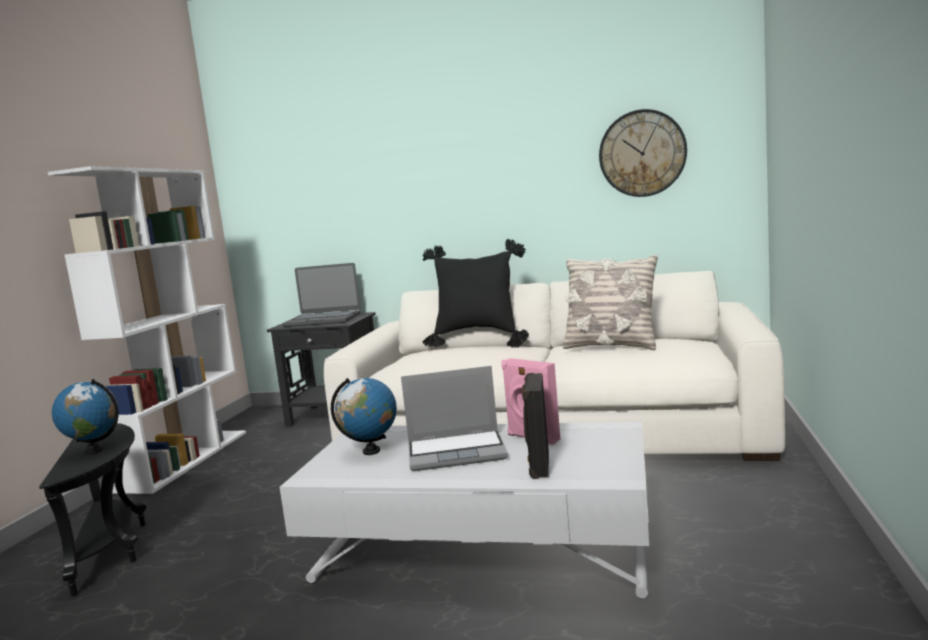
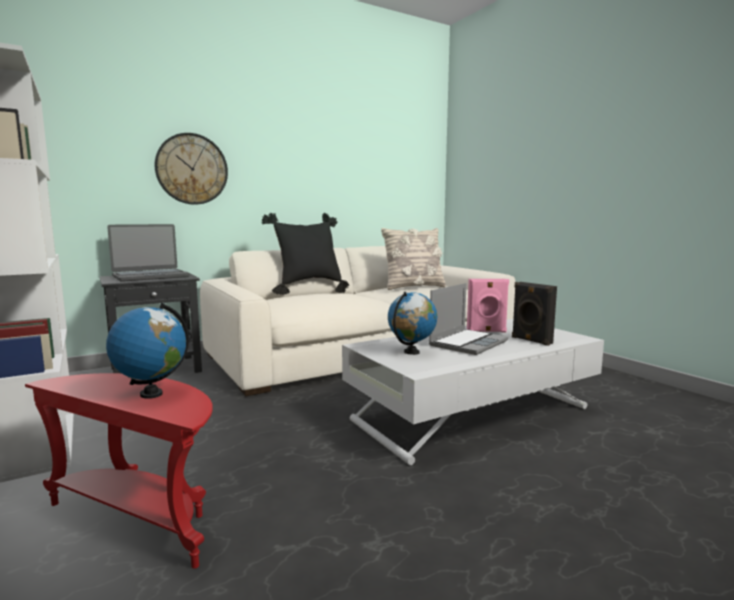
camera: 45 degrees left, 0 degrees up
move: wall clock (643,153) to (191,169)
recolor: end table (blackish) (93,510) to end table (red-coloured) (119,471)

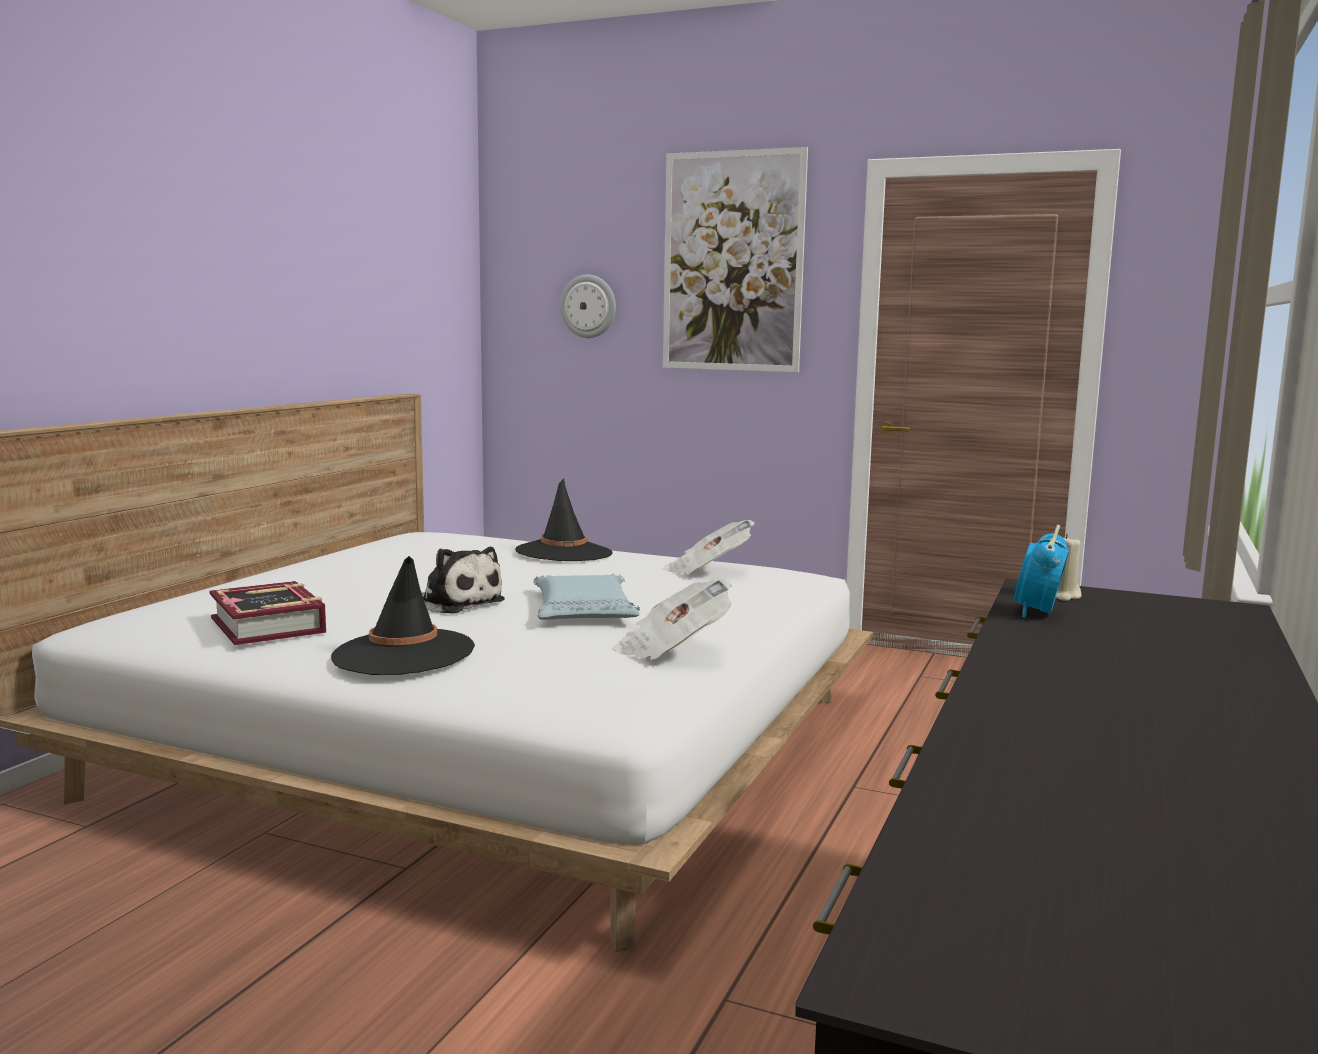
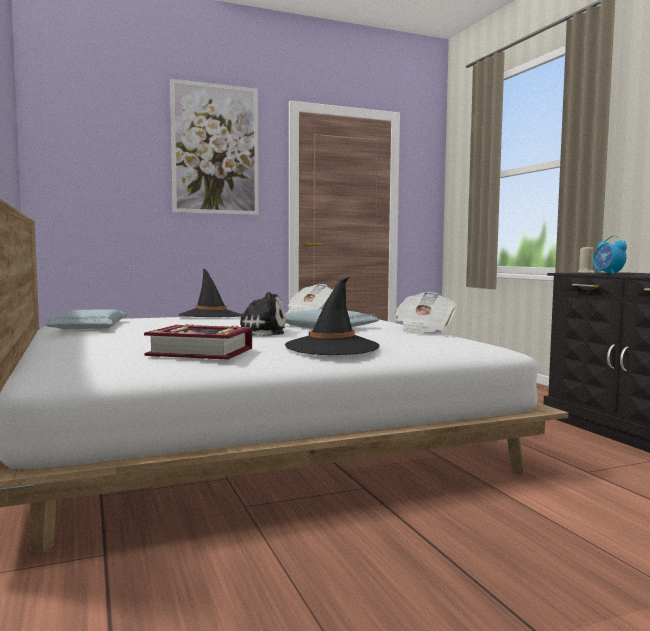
camera: 45 degrees left, 5 degrees down
delete: wall clock (588,306)
insert: cushion (bluish) (86,319)

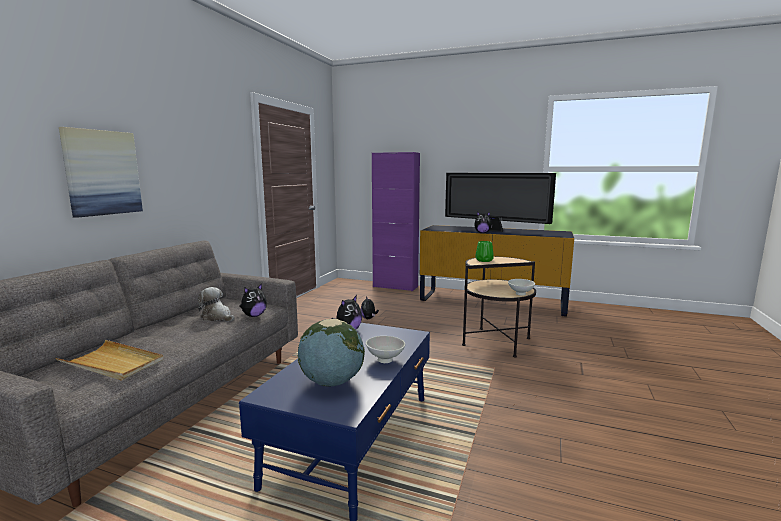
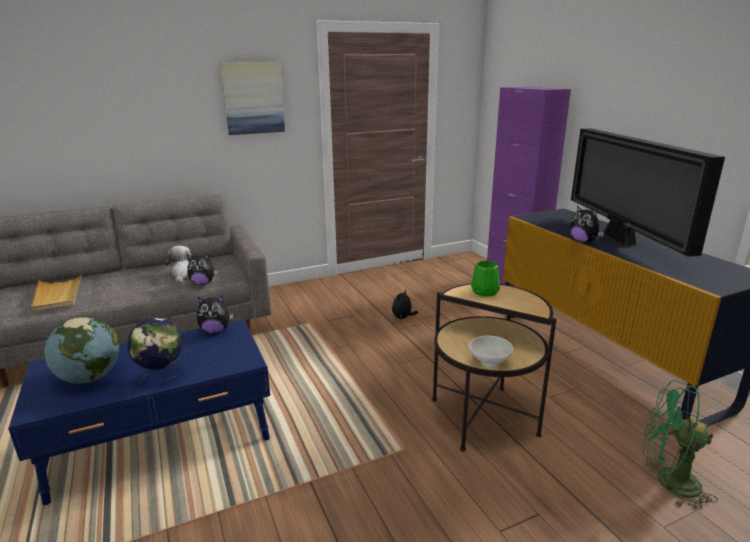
camera: 45 degrees right, 10 degrees up
insert: cooling fan (green) (680,445)
move: wall picture (101,172) to (253,99)
replace: deep dish (whitish) (385,349) to desk globe (155,351)

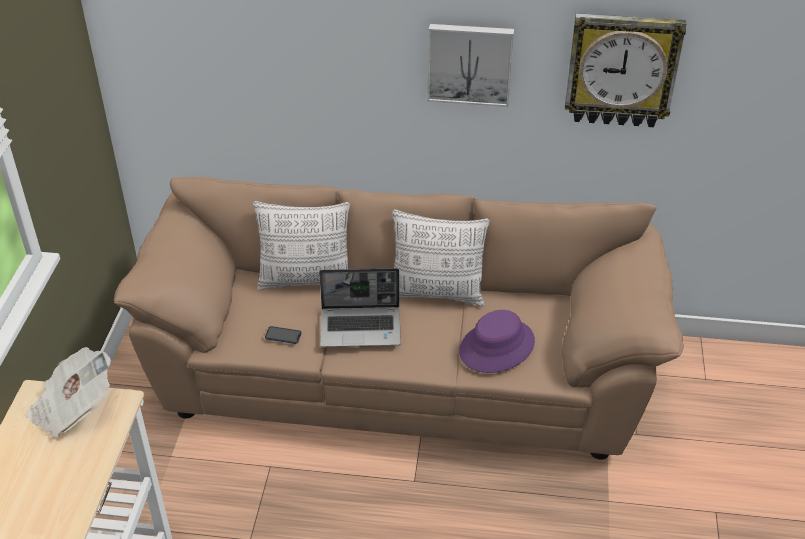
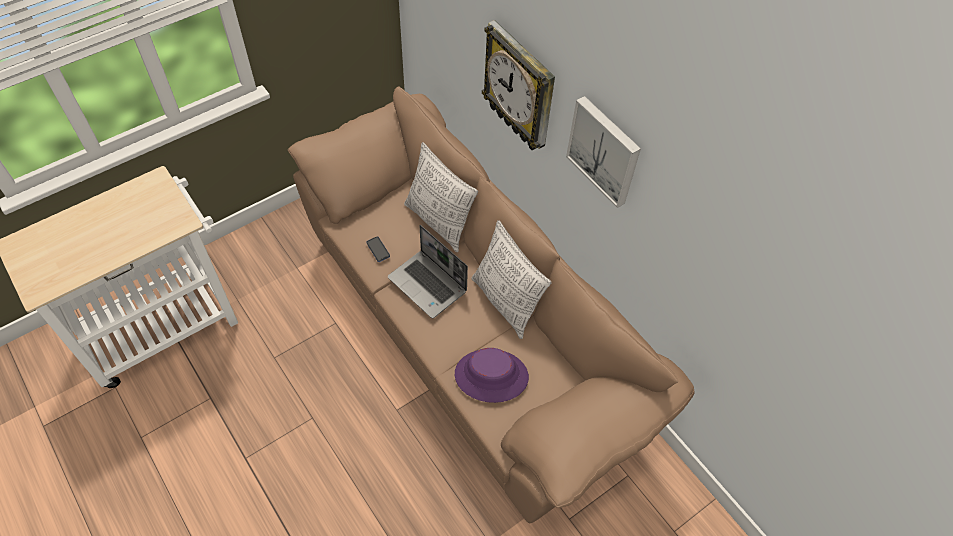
camera: 45 degrees right, 15 degrees up
delete: printed paper (68,393)
move: wall clock (625,70) to (518,85)

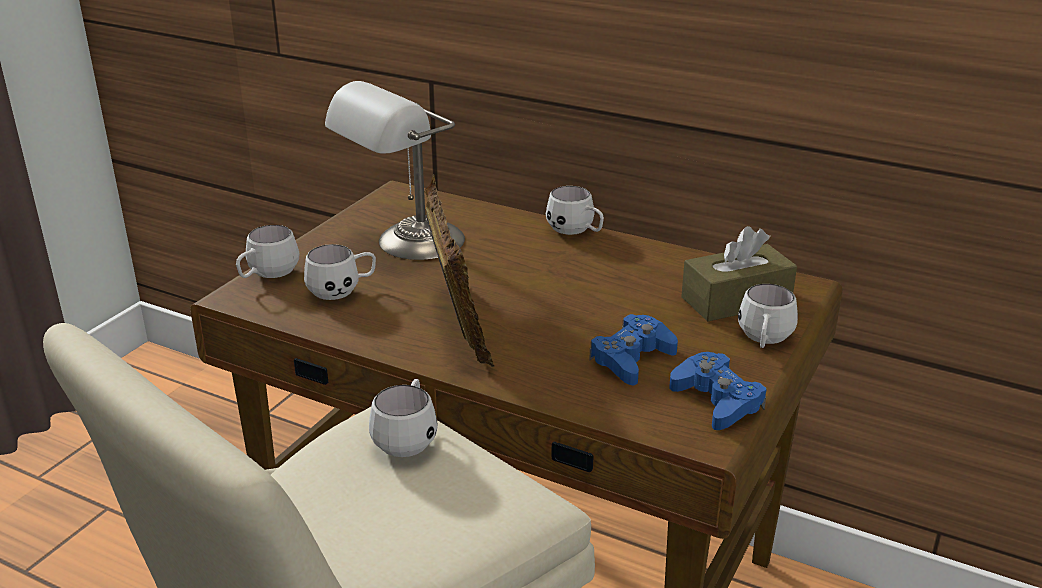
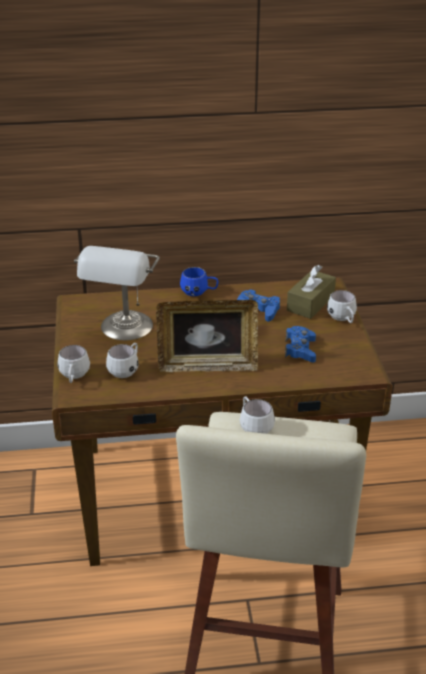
camera: 35 degrees left, 5 degrees up
move: game controller (bluish) (718,391) to (258,305)
recolor: mug (whitish) (575,210) to mug (bluish) (199,281)
rotate: standing frame (459,270) = (207,336) 135 degrees clockwise

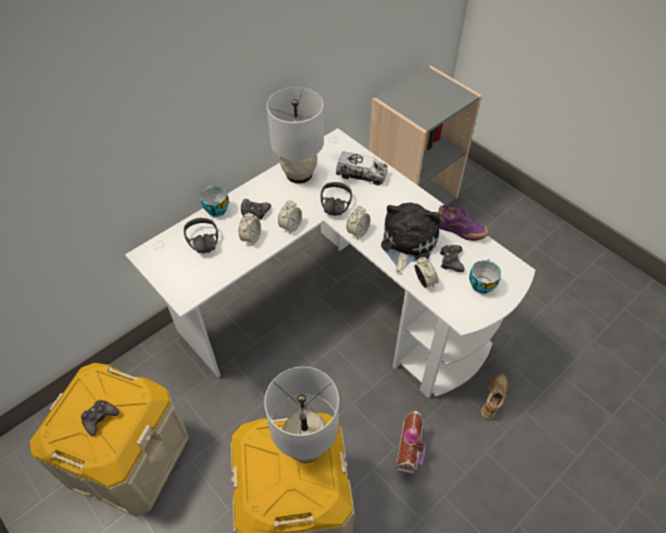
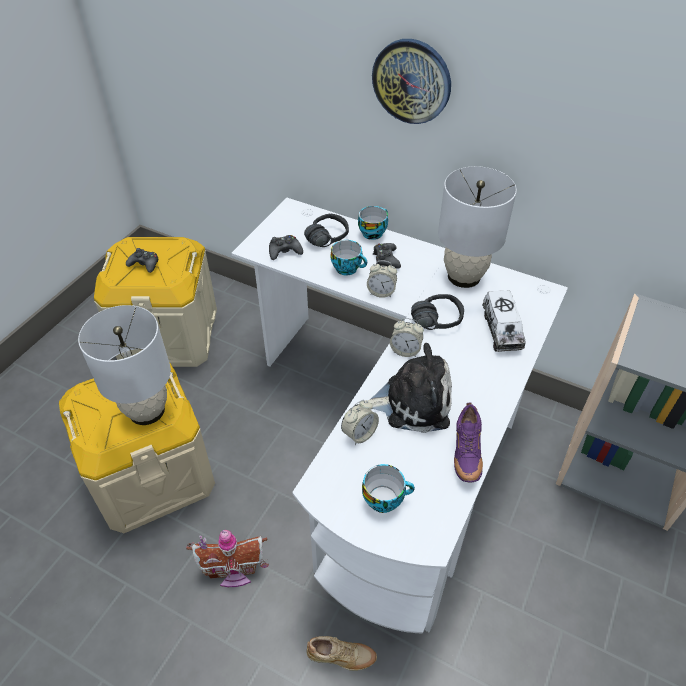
camera: 70 degrees right, 5 degrees down
insert: wall clock (411,81)
move: game controller (blackish) (452,258) to (286,247)
replace: alarm clock (250,229) to cup (348,258)

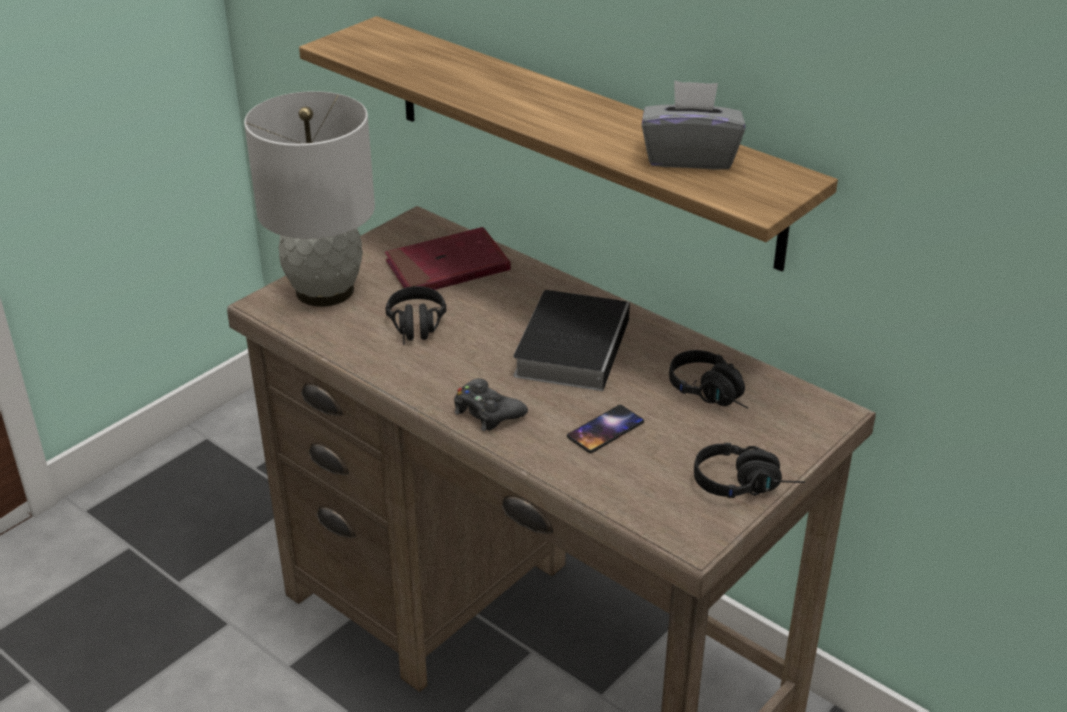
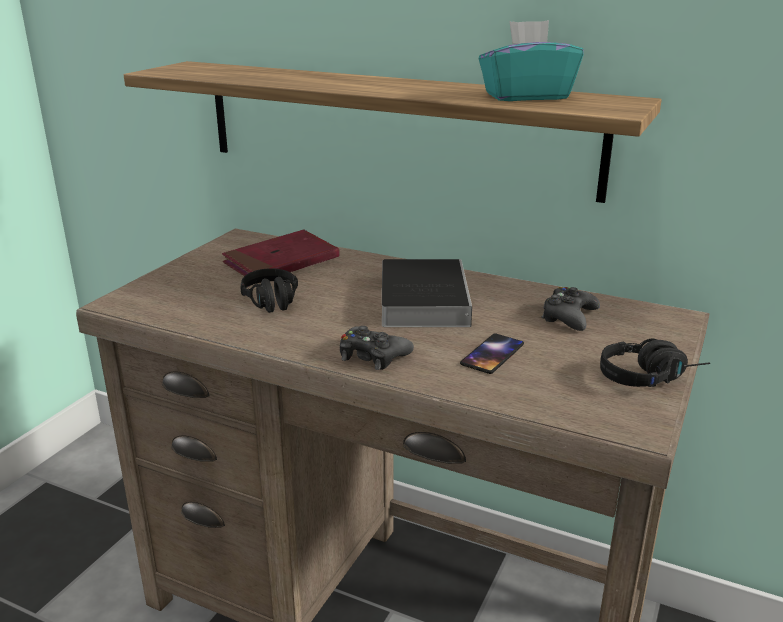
camera: 15 degrees left, 10 degrees down
delete: tabletop lamp (whitish) (309,199)
replace: pair of headphones (blackish) (708,379) to game controller (blackish) (570,309)
recolor: tissue holder (greyish) (693,125) to tissue holder (turquoise) (531,60)

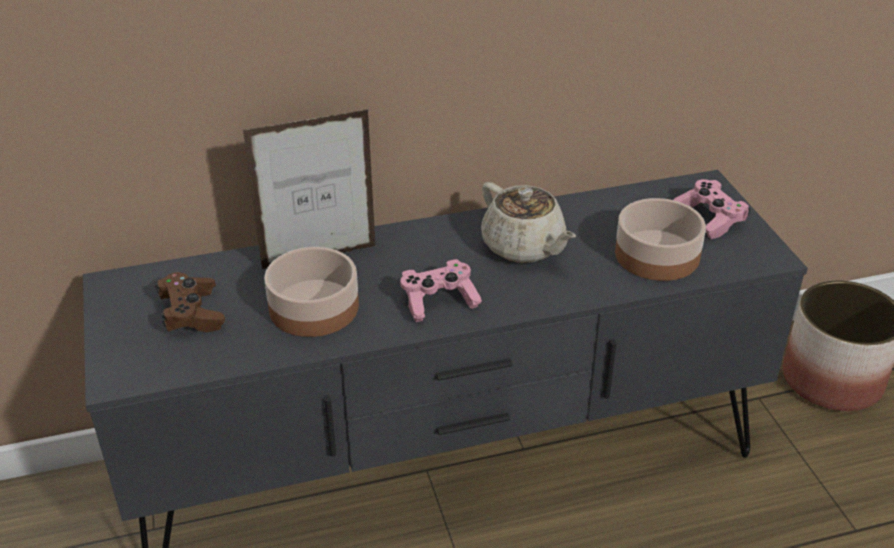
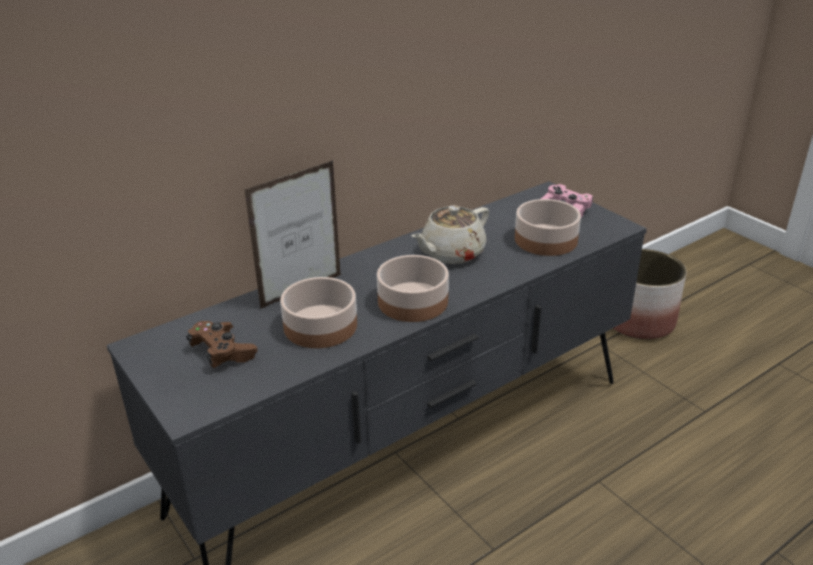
camera: 20 degrees left, 5 degrees down
replace: game controller (pink) (441,290) to deep dish (413,288)
rotate: teapot (beige-coloured) (528,222) = (450,234) 105 degrees clockwise

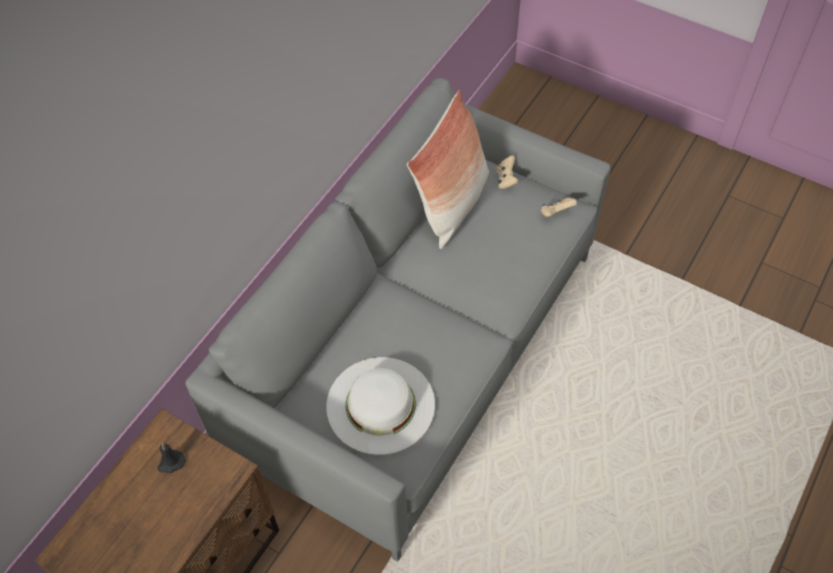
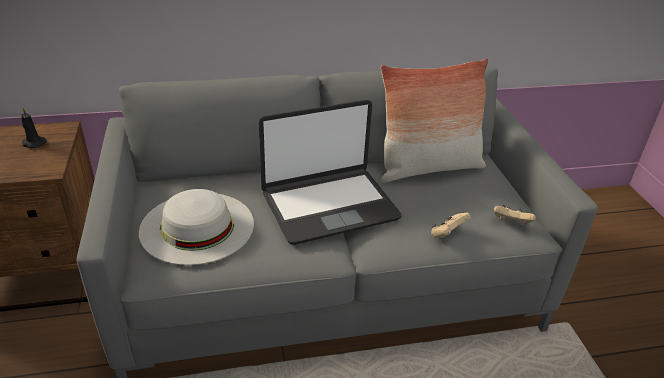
camera: 45 degrees right, 20 degrees down
insert: portable computer (330,172)
move: game controller (beige-coloured) (507,172) to (451,225)

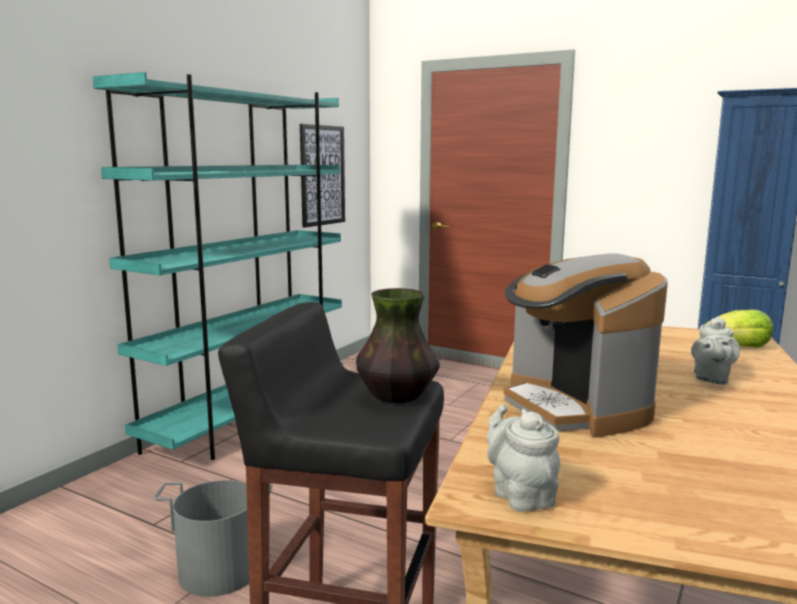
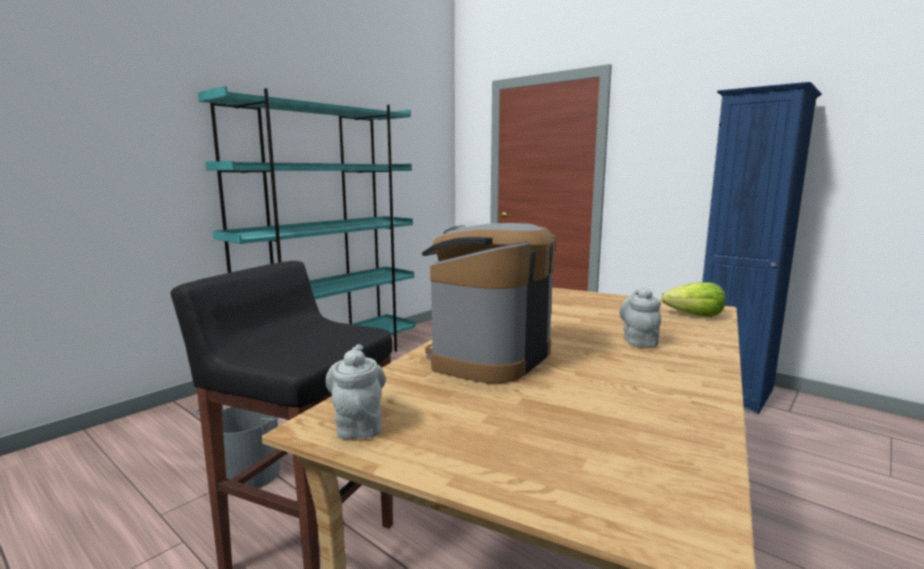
camera: 10 degrees right, 0 degrees up
delete: wall picture (322,176); vase (397,345)
rotate: coffee machine (585,345) = (489,303) 45 degrees clockwise; teapot (greyish) (715,350) = (640,317) 150 degrees clockwise

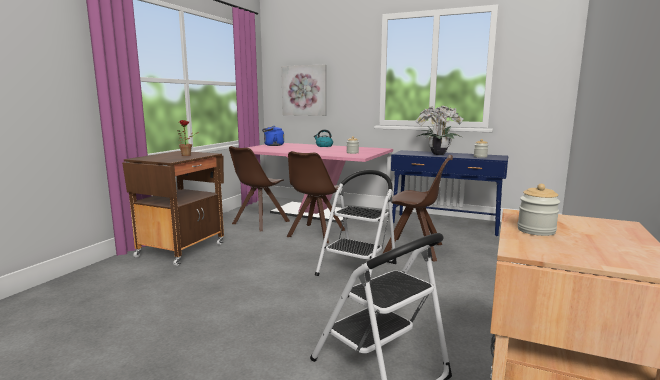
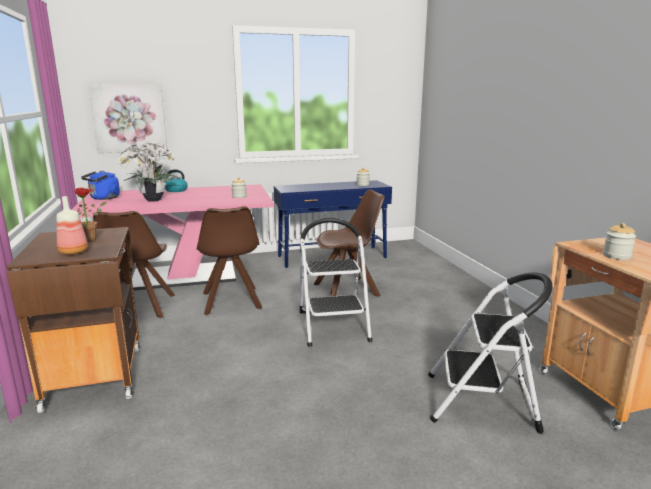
camera: 40 degrees left, 5 degrees up
insert: drink bottle (72,225)
move: plant in a pot (439,130) to (146,171)

